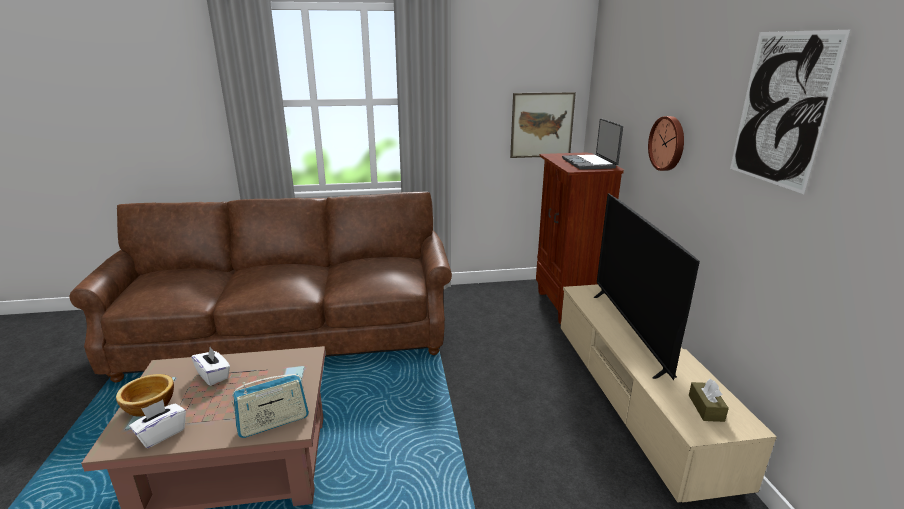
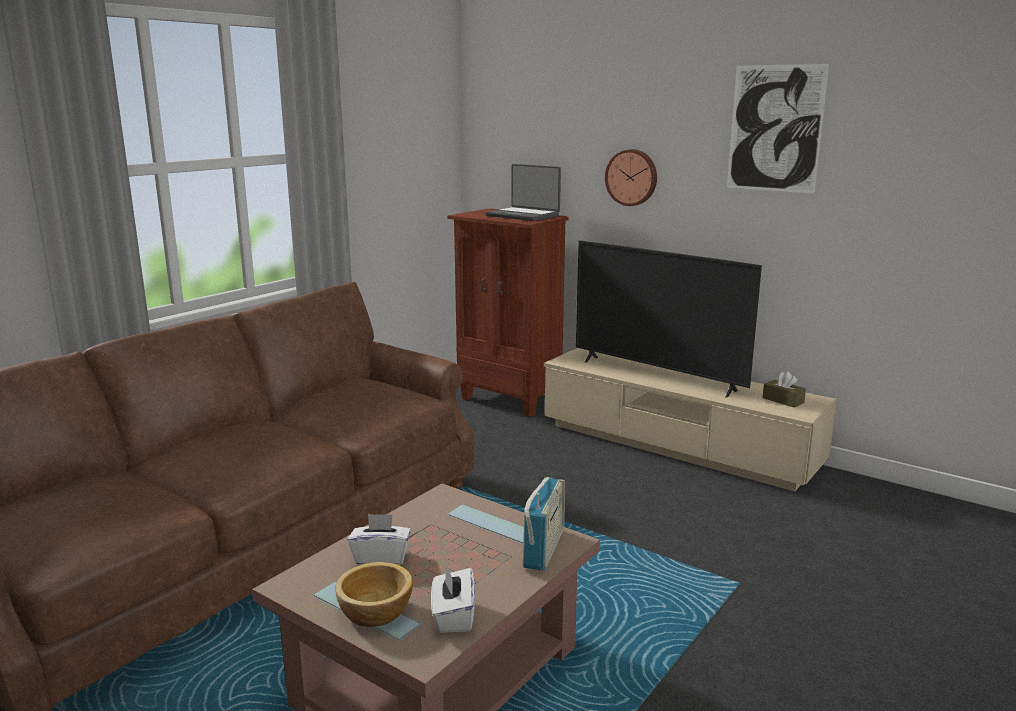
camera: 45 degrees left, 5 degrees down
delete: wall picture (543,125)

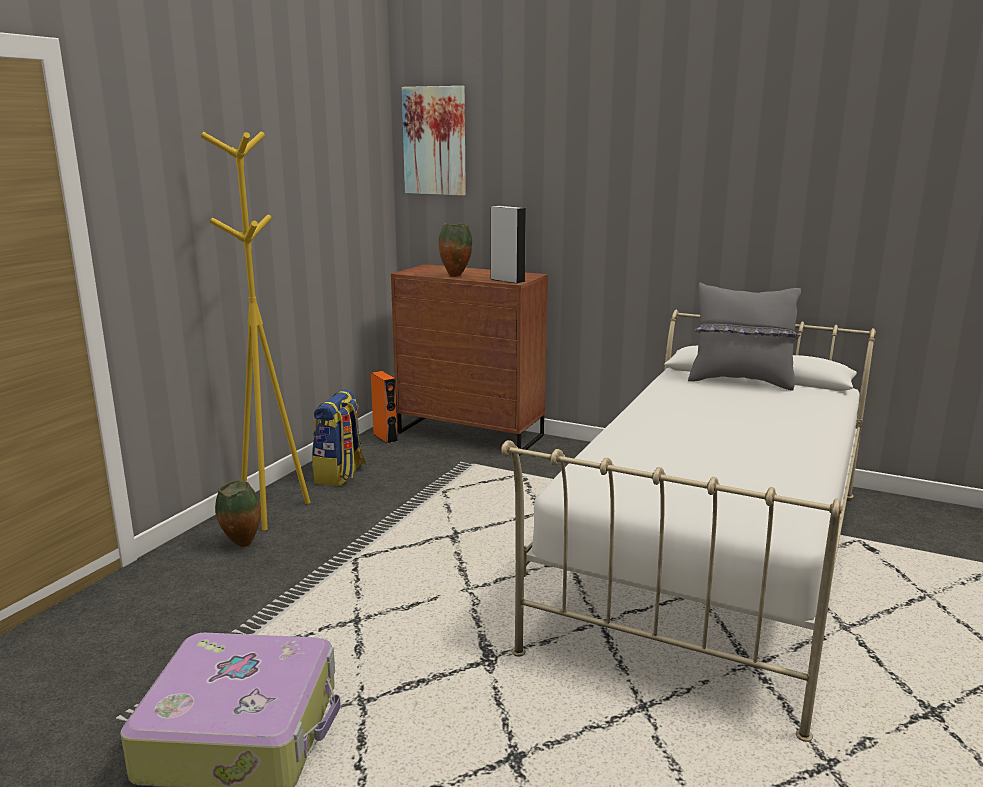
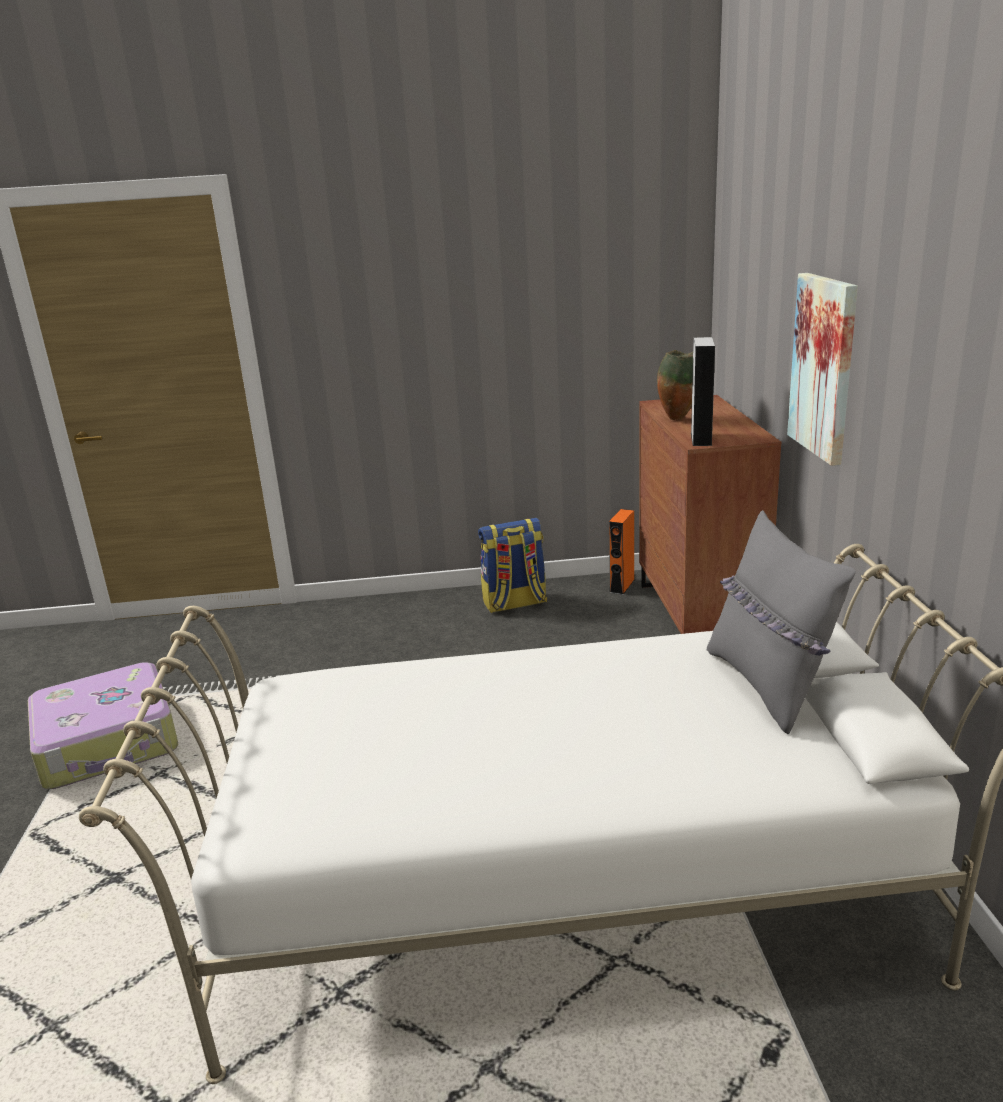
camera: 60 degrees right, 5 degrees up
delete: garment rack (yellowish) (255,331); vase (238,513)
move: wall picture (434,141) to (822,369)

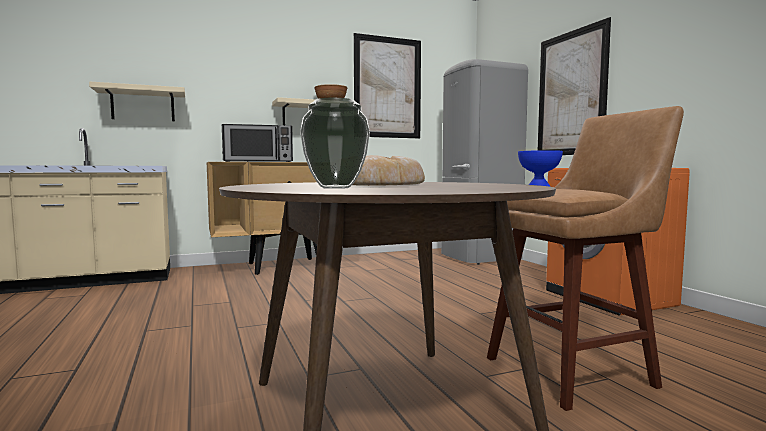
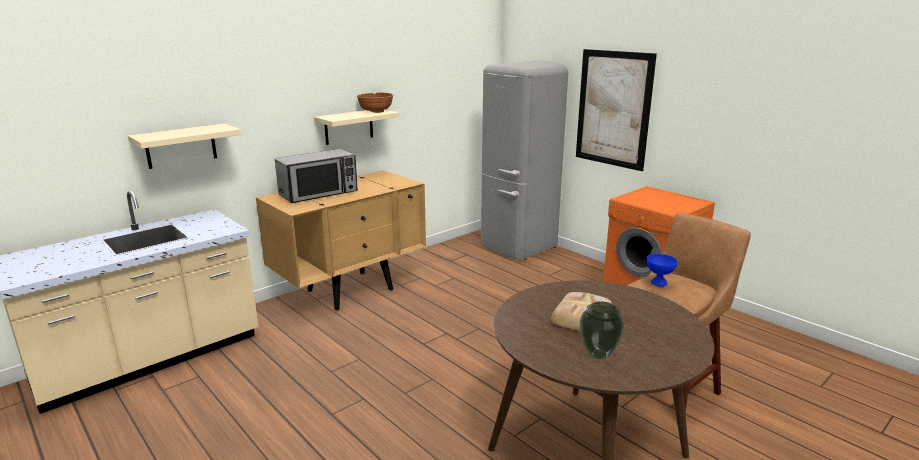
camera: 20 degrees left, 15 degrees up
delete: wall picture (387,85)

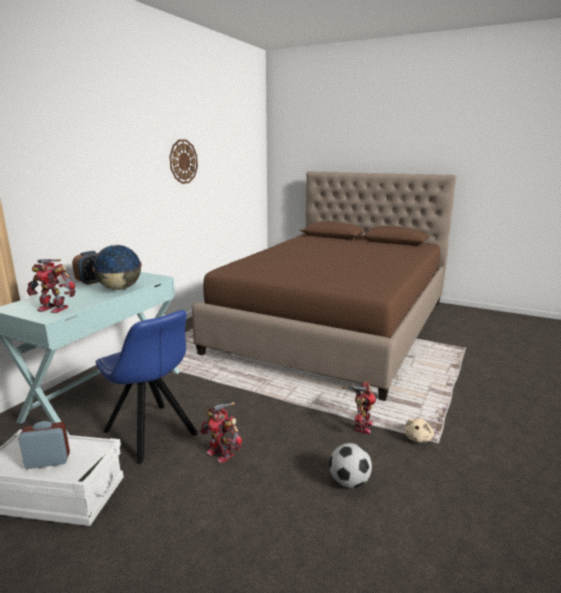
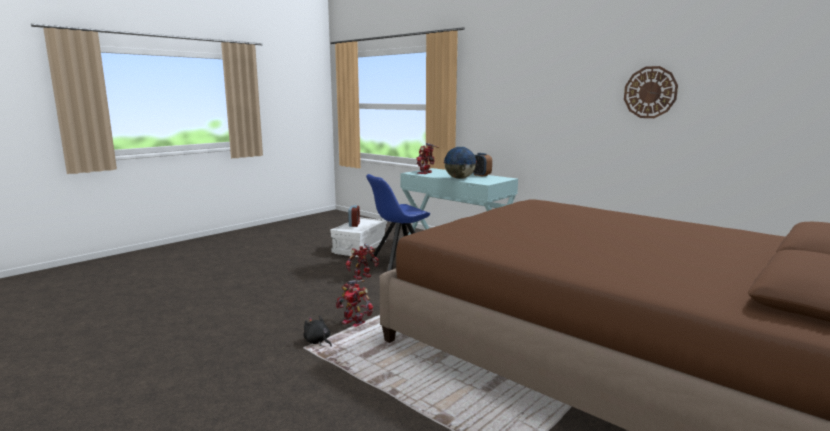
camera: 105 degrees right, 5 degrees down
delete: football (350,465)
recolor: cuddly toy (beige-coloured) (419,430) to cuddly toy (blackish) (317,331)

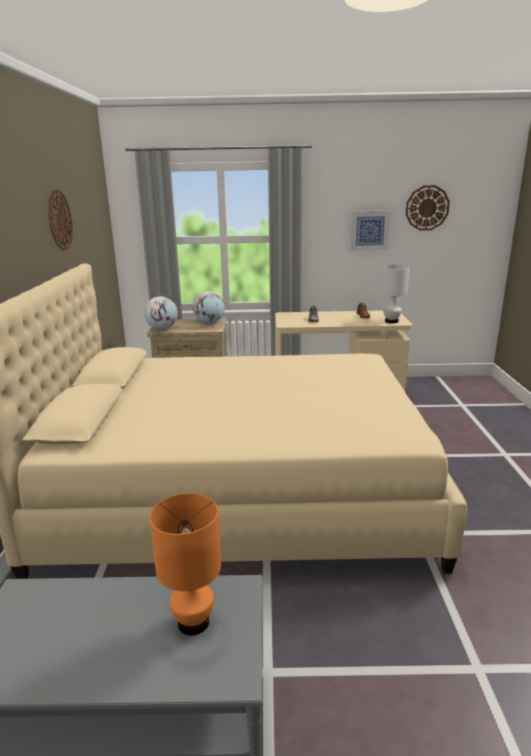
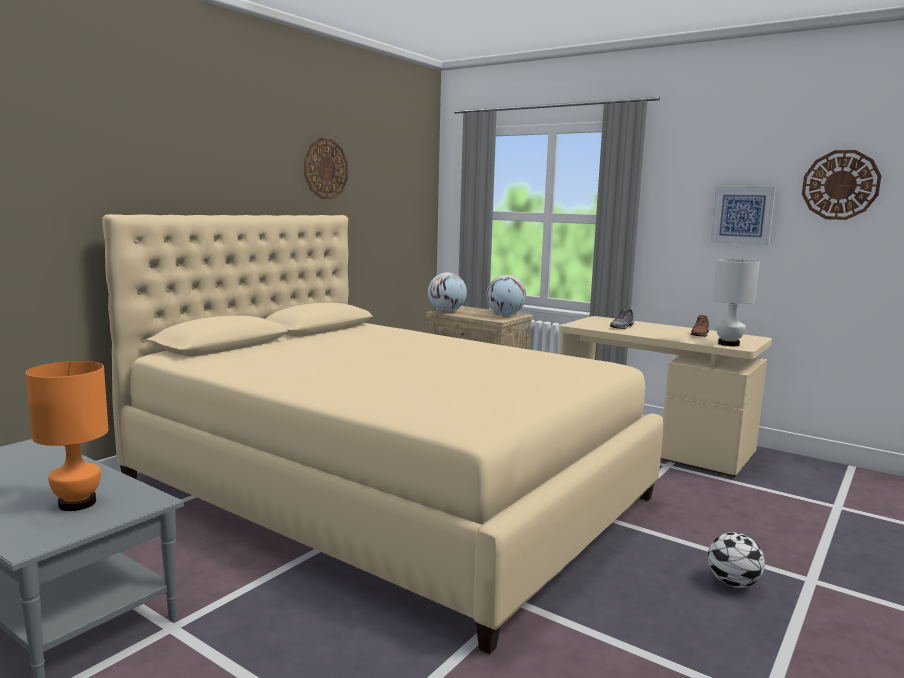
camera: 35 degrees right, 10 degrees down
insert: football (736,560)

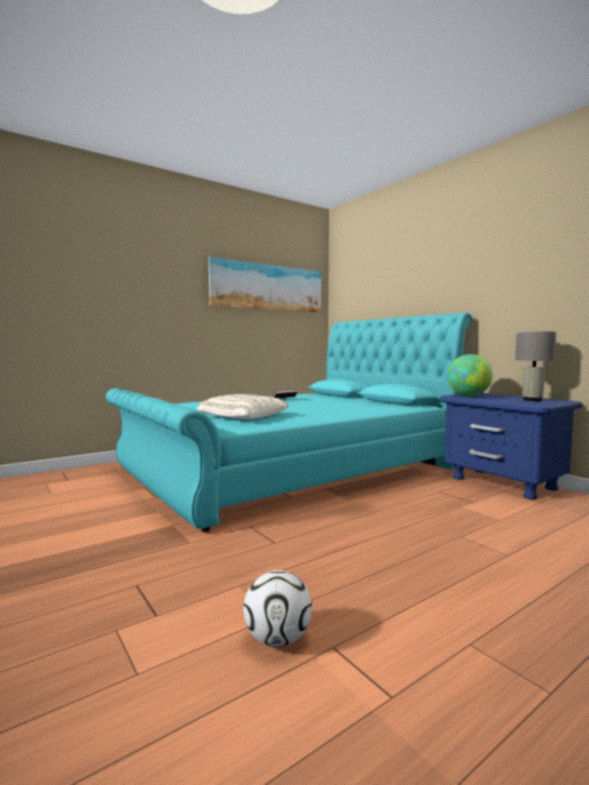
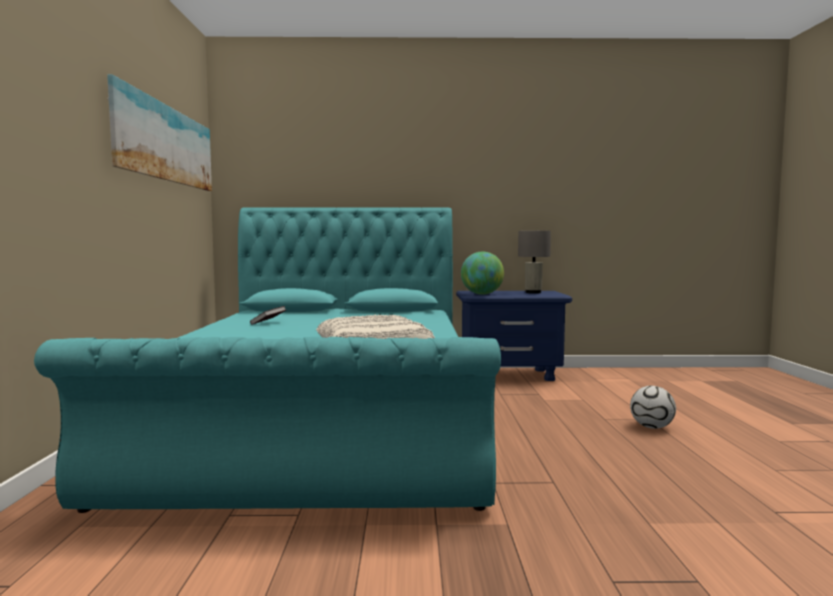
camera: 55 degrees left, 0 degrees up
move: football (277,608) to (653,407)

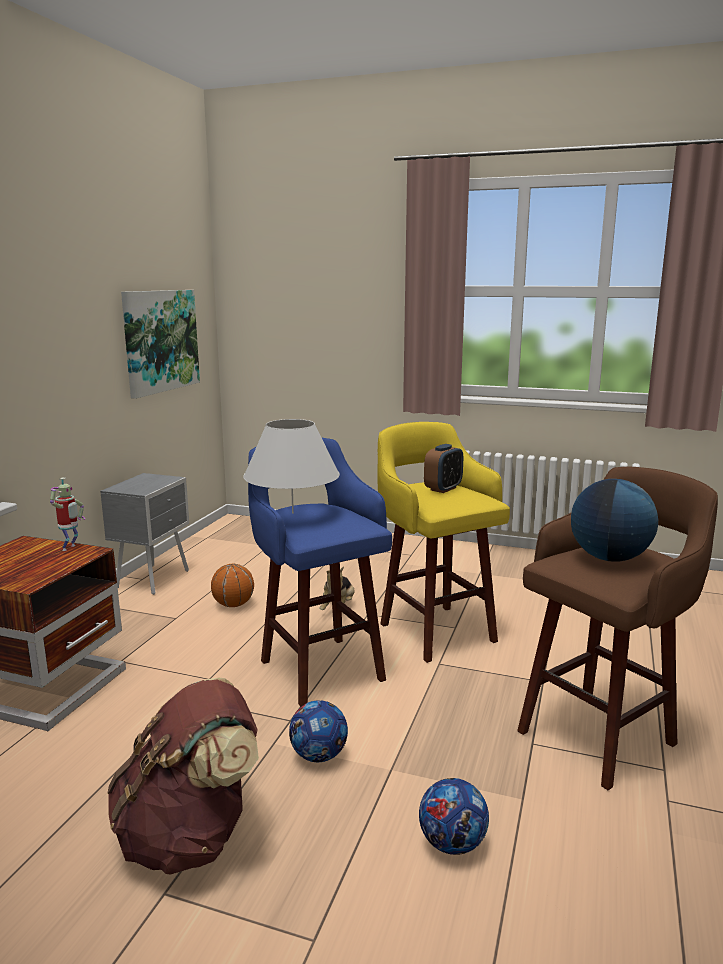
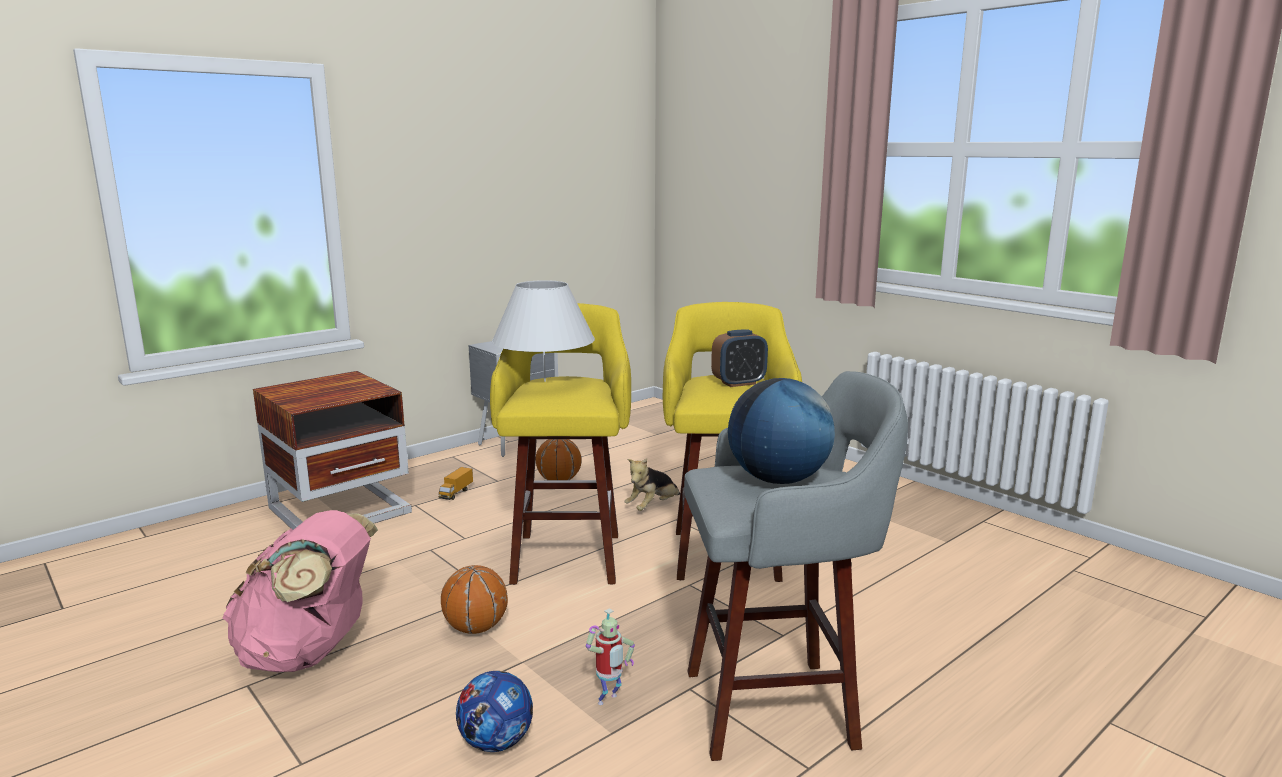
camera: 30 degrees right, 0 degrees up
delete: wall picture (160,344)
insert: toy lorry (456,483)
move: robot figure (67,514) to (610,656)
replace: football (318,731) to basketball (474,599)
recolor: backpack (brownish) (183,776) to backpack (pink) (300,591); stool (bluish) (320,572) to stool (yellowish) (560,444); stool (brownish) (617,628) to stool (greyish) (796,566)

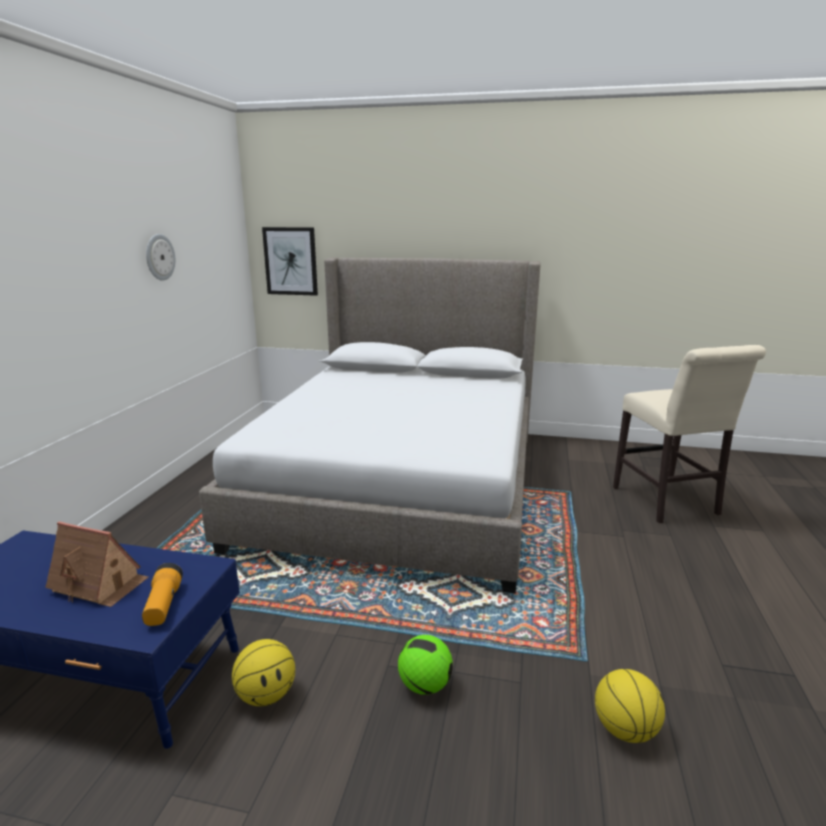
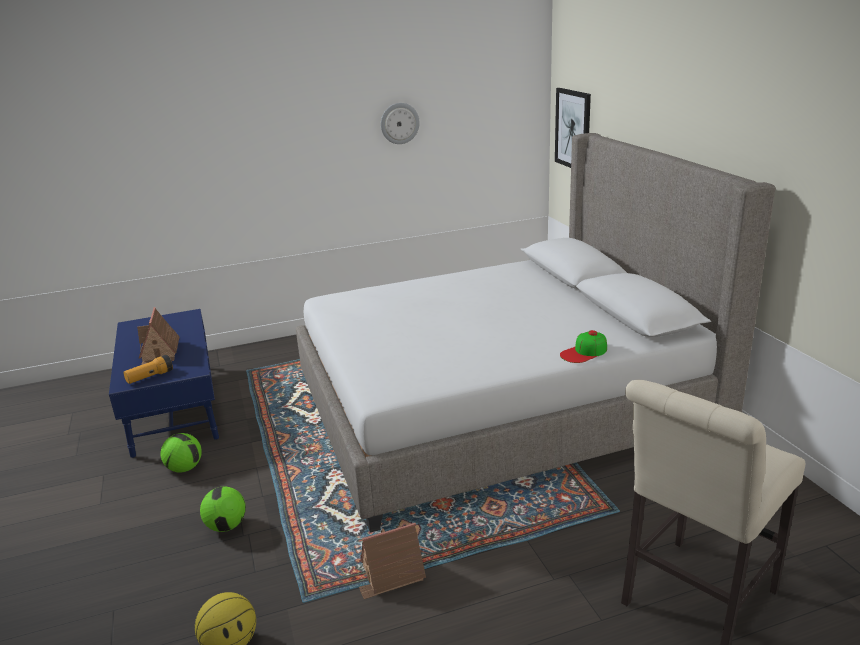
camera: 60 degrees right, 5 degrees up
insert: miniature house (392,561); peaked cap (583,346)
replace: basketball (263,672) to football (181,453)

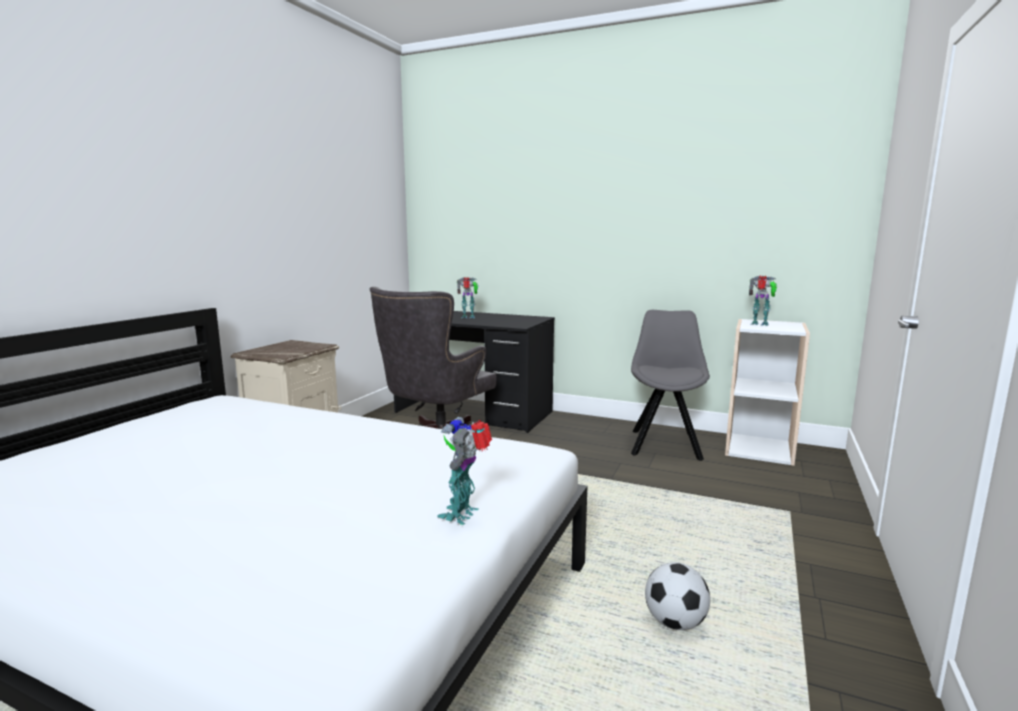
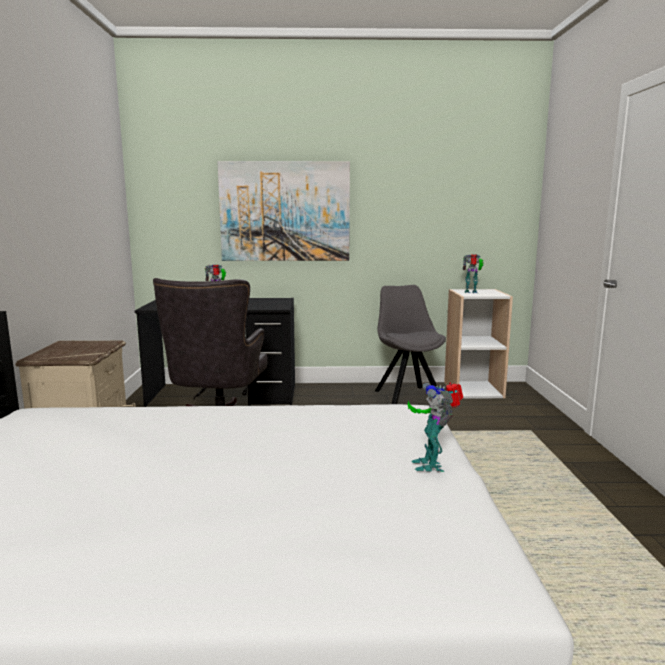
camera: 25 degrees left, 0 degrees up
delete: football (677,596)
insert: wall picture (283,211)

